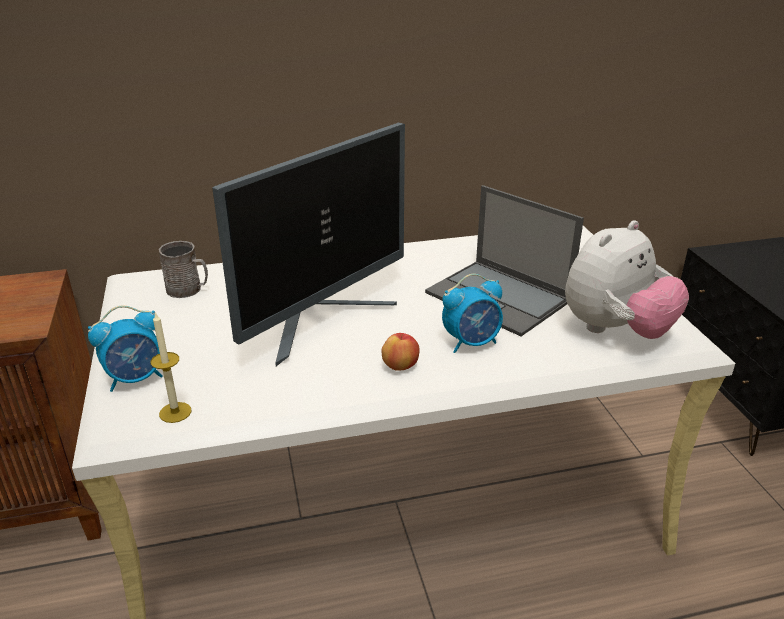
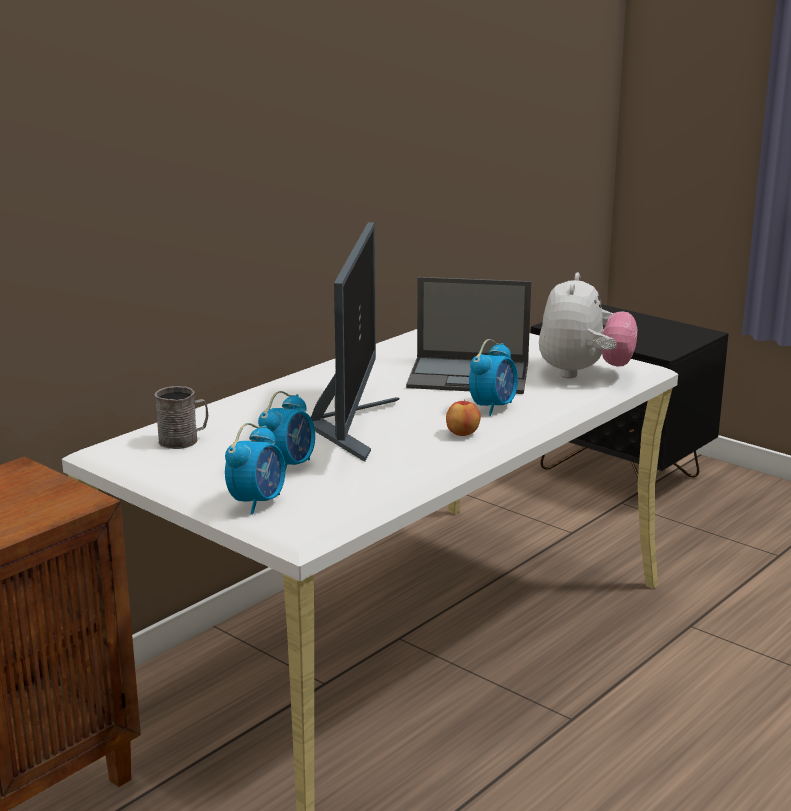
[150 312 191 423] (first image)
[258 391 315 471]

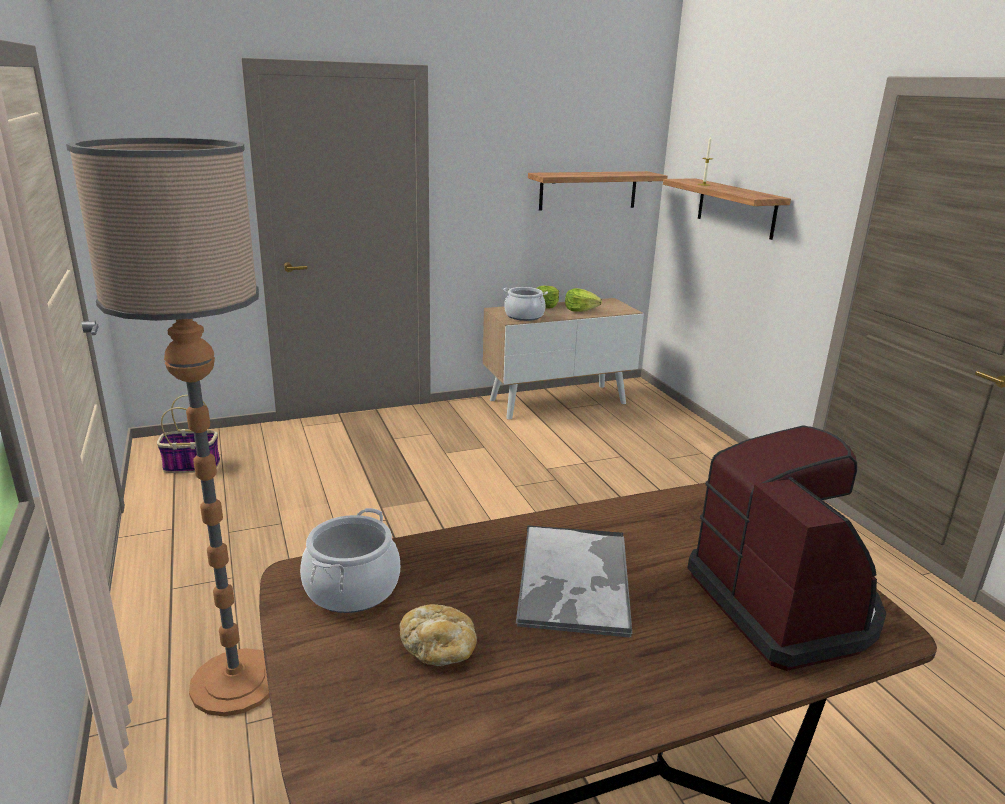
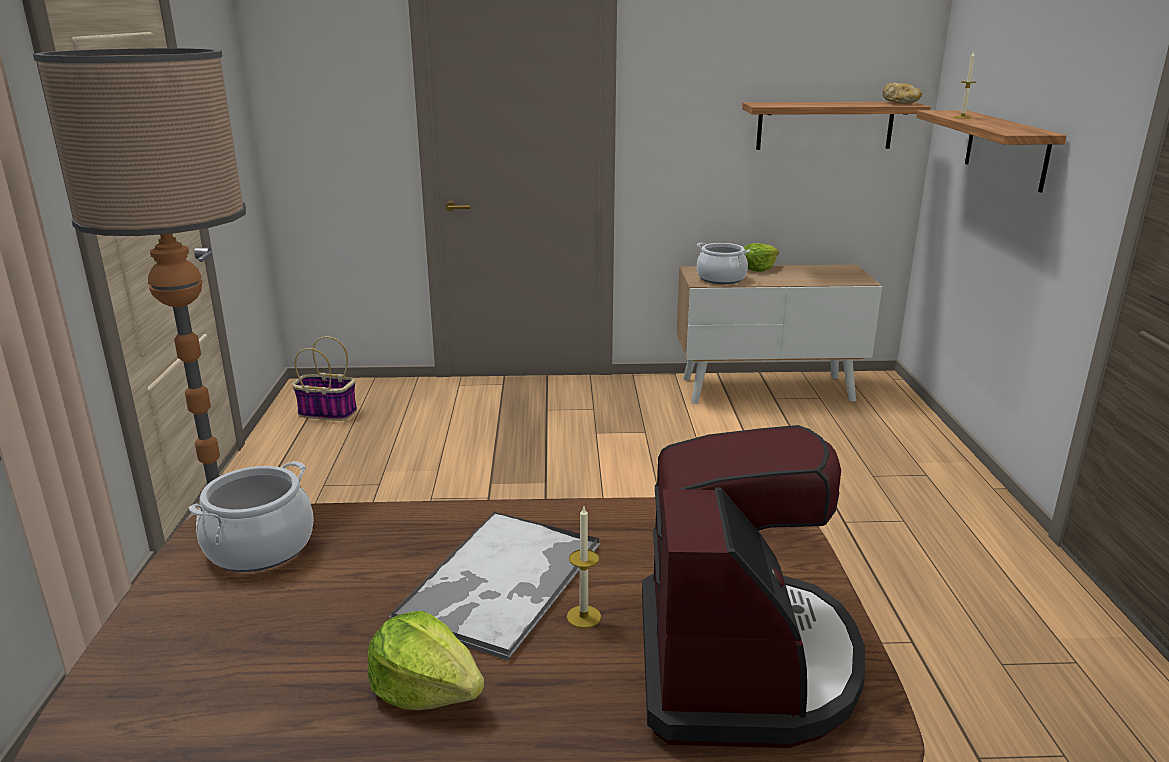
[567 507 601 628]
[883 83 922 104]
[367 611 484 710]

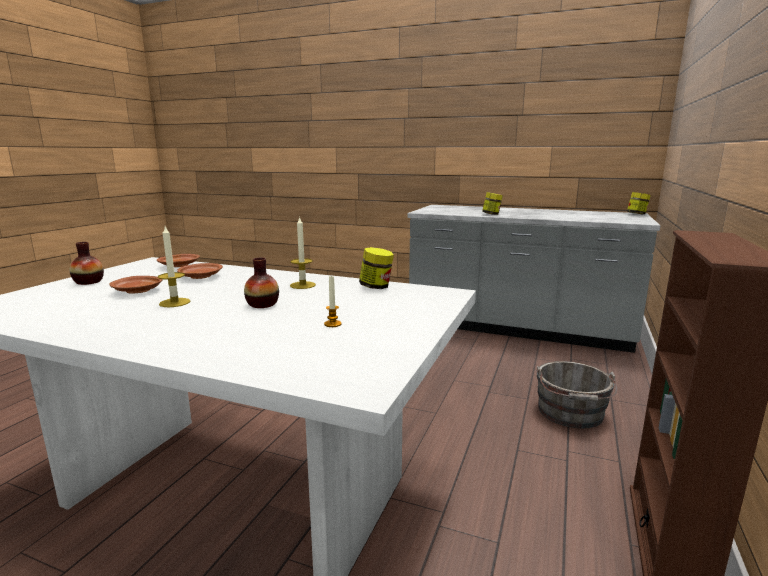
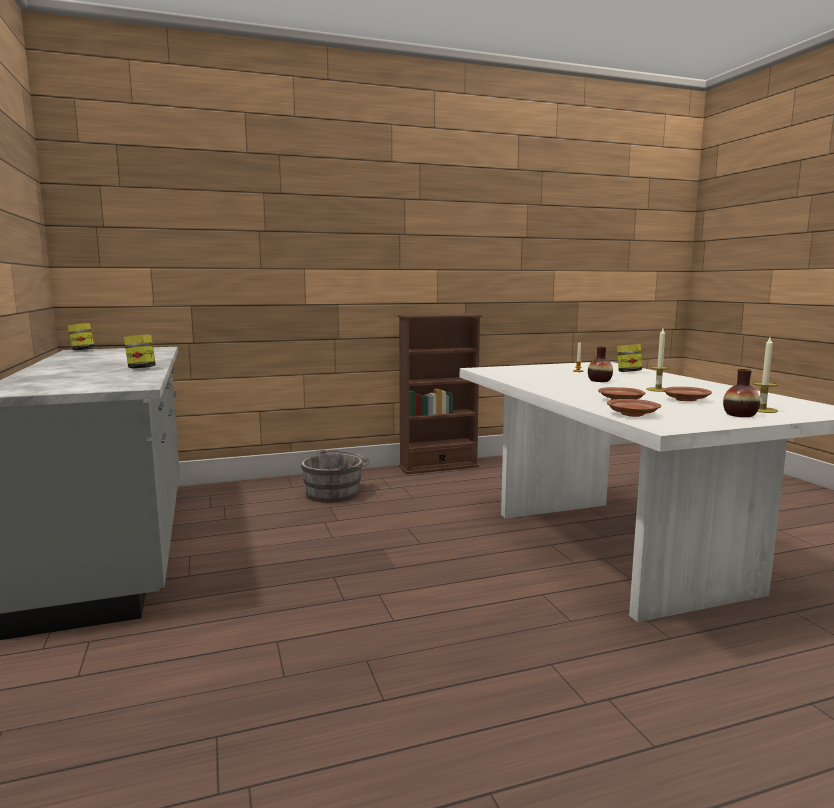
[752 337 779 413]
[617 344 642 372]

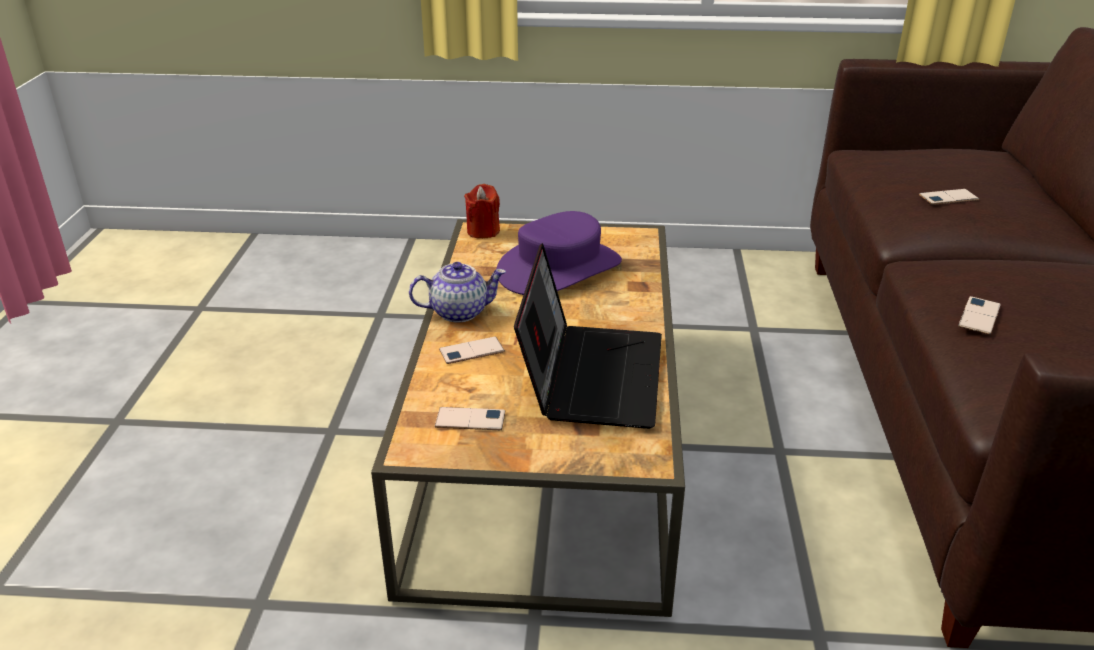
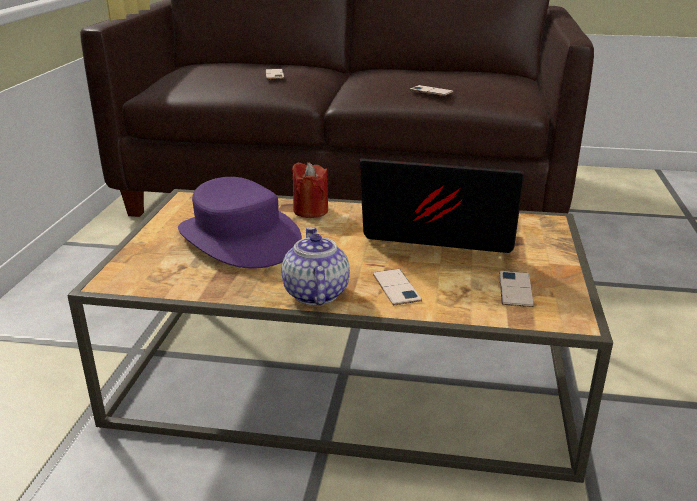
[292 162 328 218]

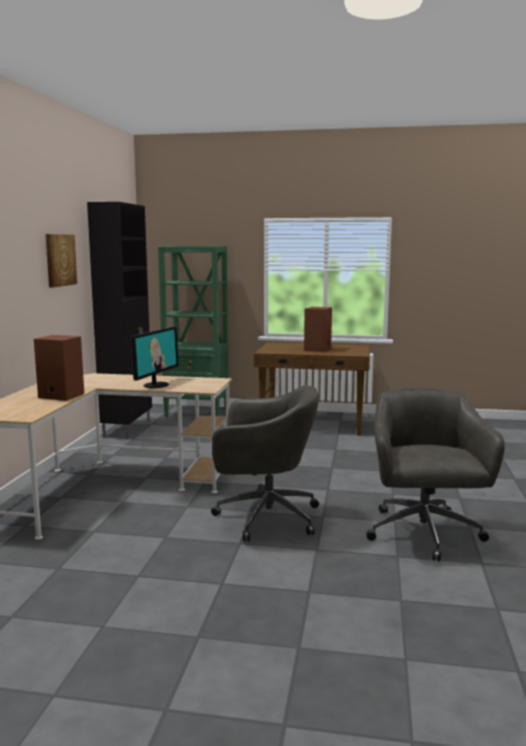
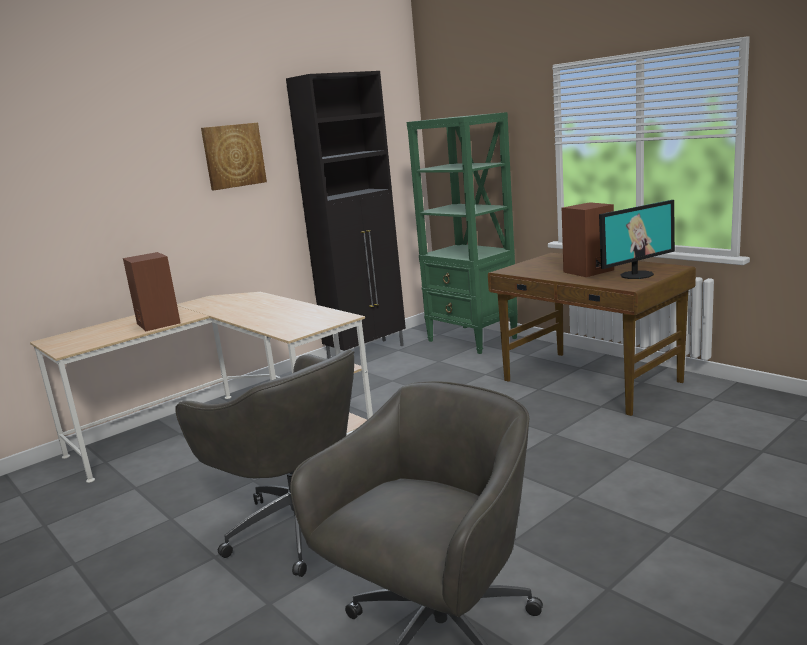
[599 200 675 279]

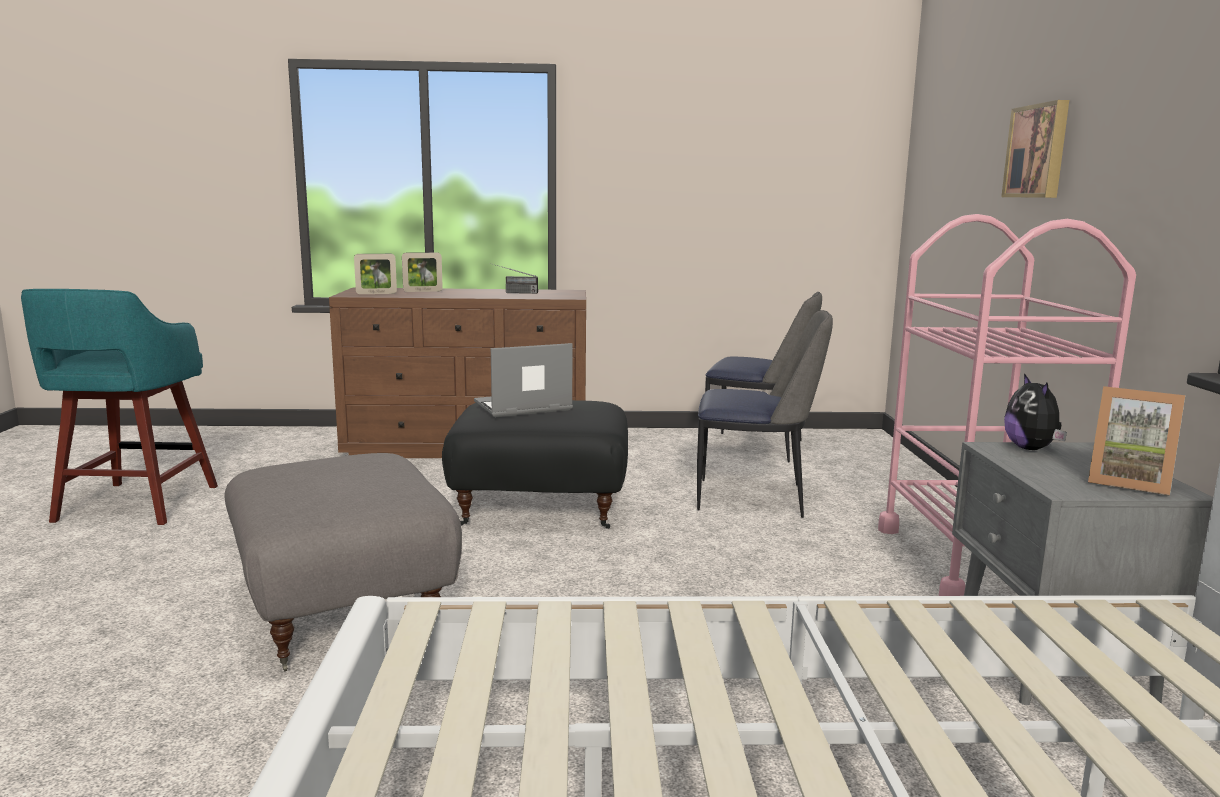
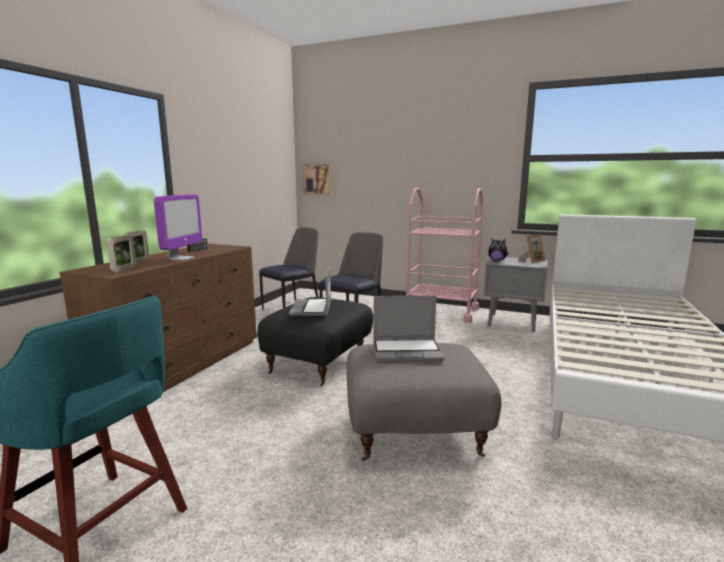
[154 194 202 260]
[373 295 445 362]
[303 164 331 195]

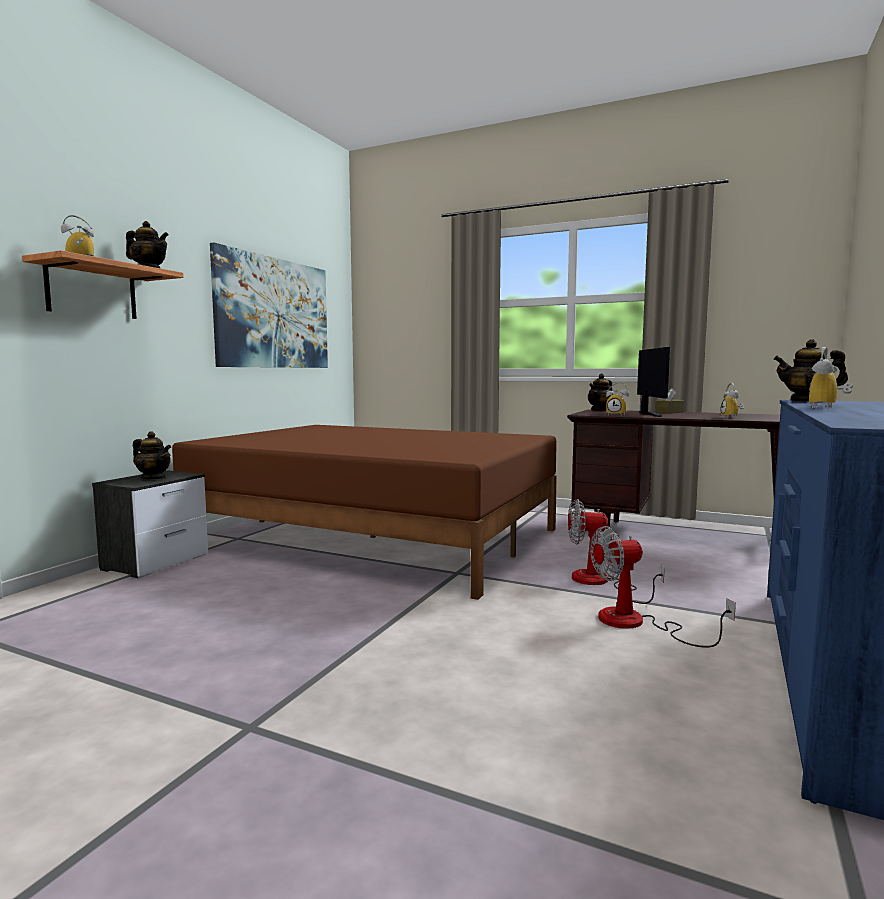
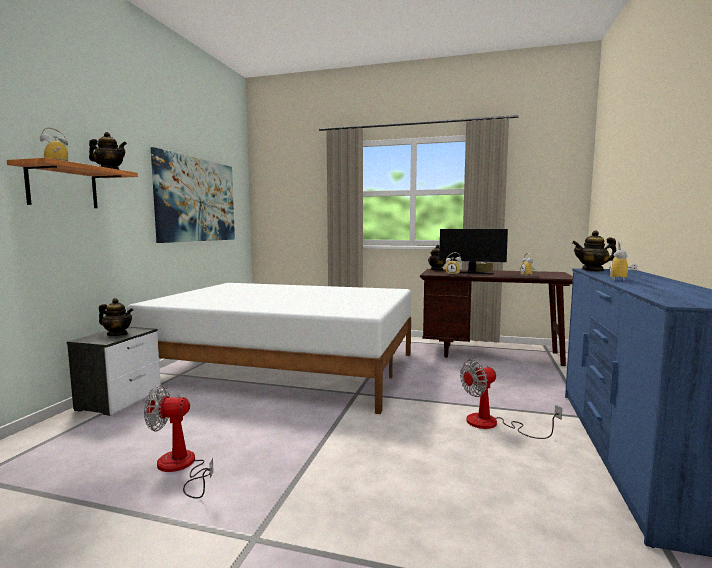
[144 385 214 499]
[127 283 411 414]
[439 229 508 275]

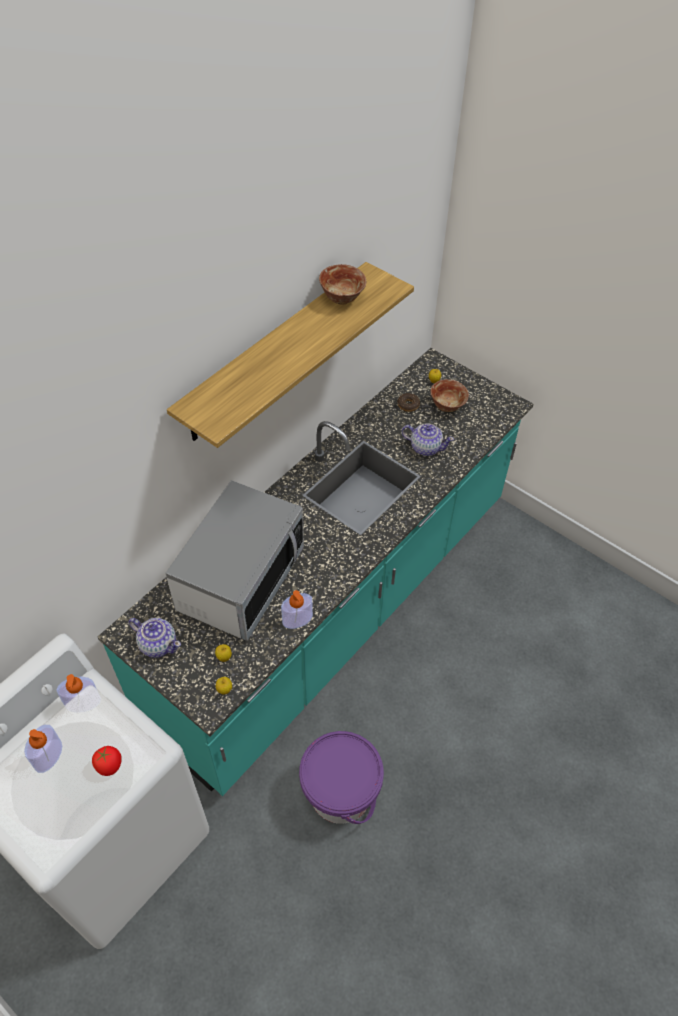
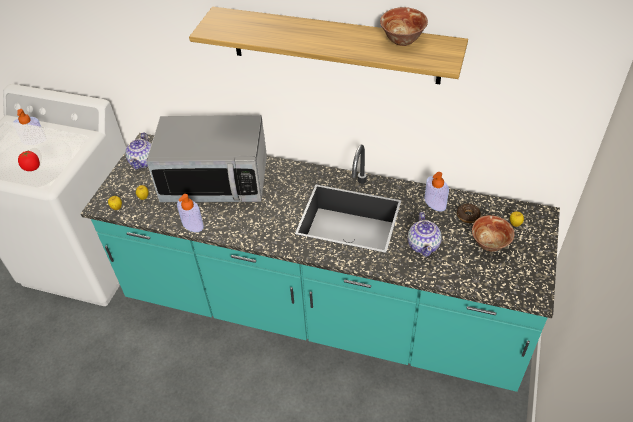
[299 731 384 824] (first image)
[424 172 449 212]

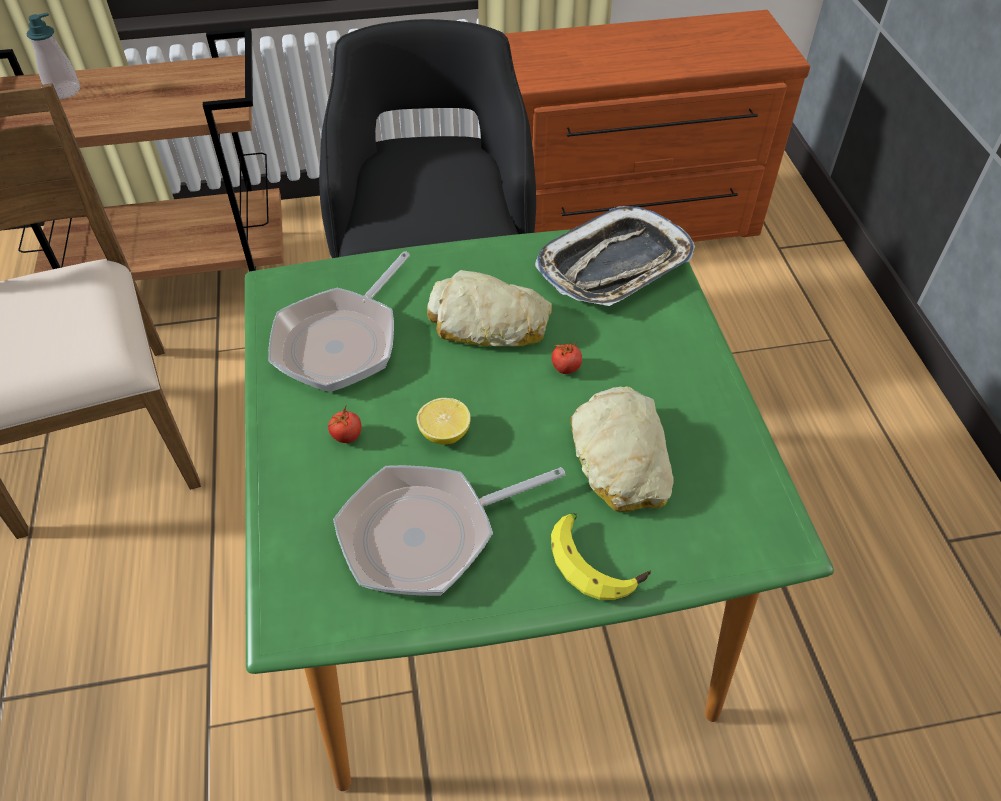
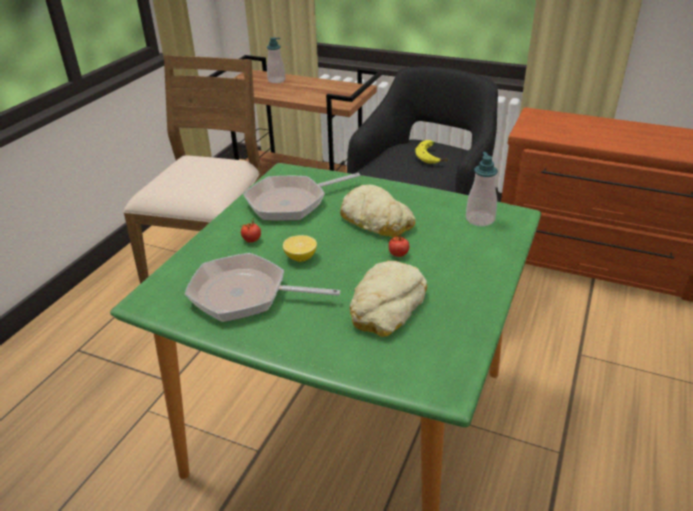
[415 140 449 164]
[466 152 498 226]

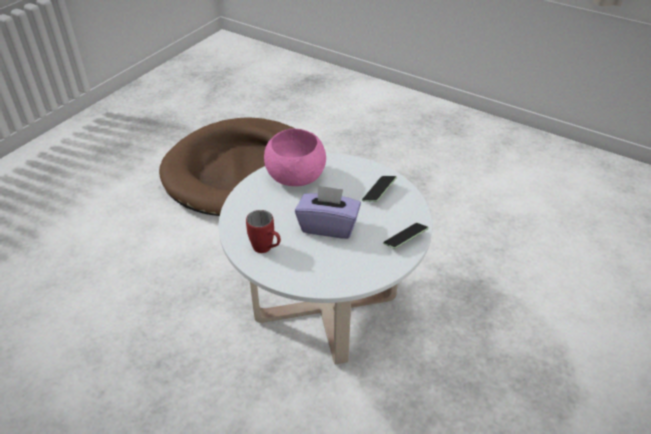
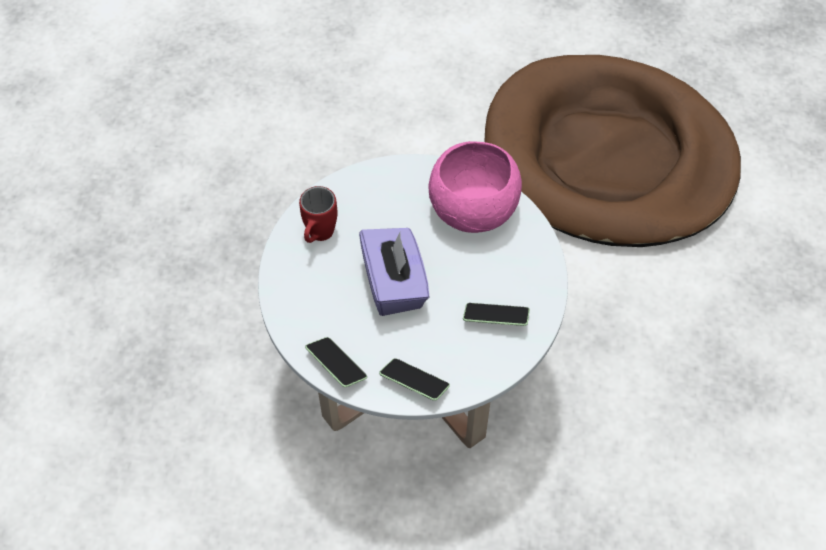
[305 337 367 387]

